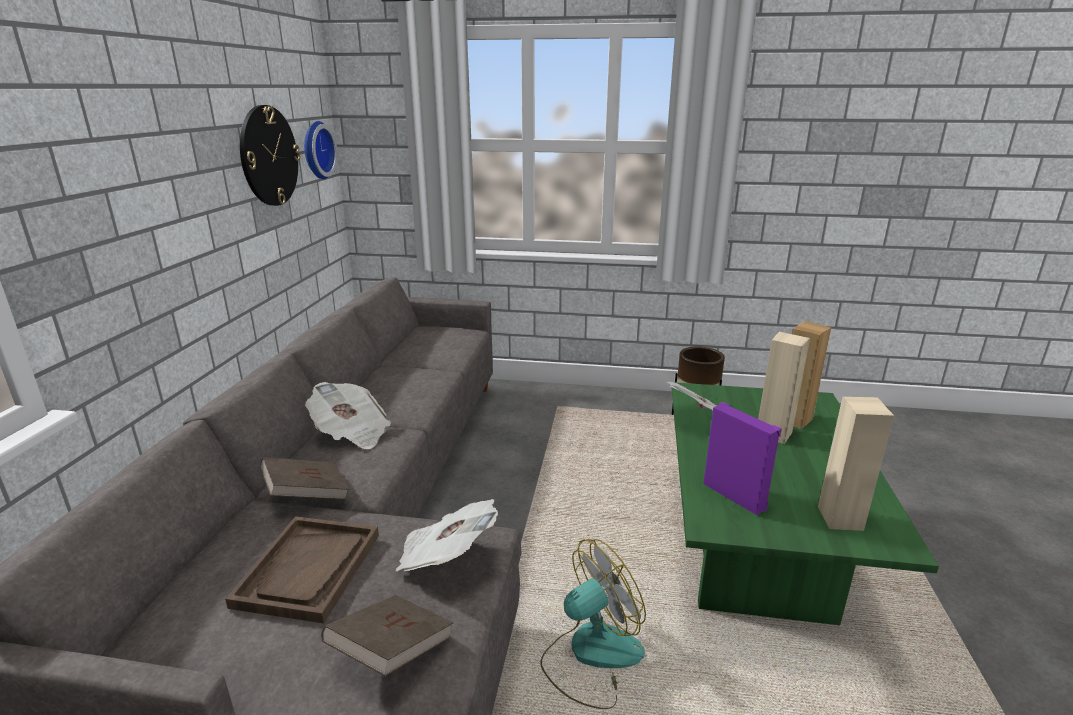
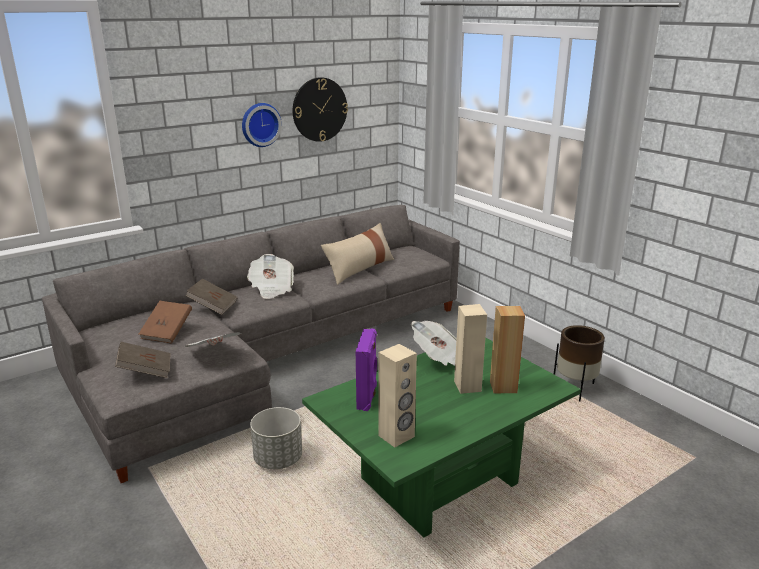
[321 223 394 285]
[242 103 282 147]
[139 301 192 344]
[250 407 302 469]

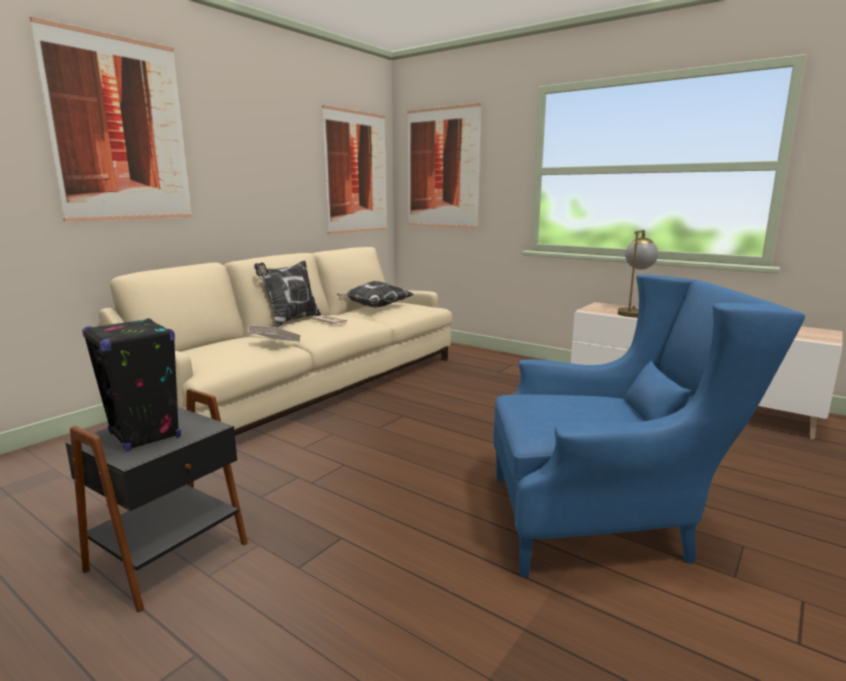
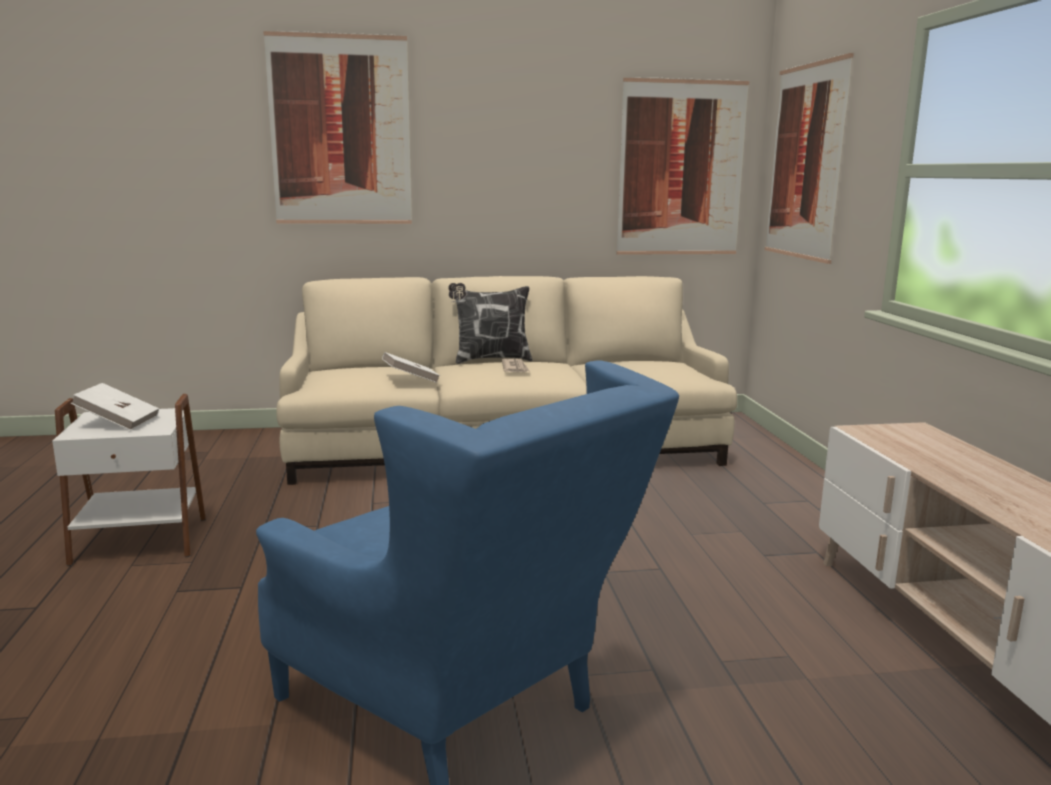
[337 281 413 308] (first image)
[618 230 658 317] (first image)
[71 383 159 431]
[52 394 206 566]

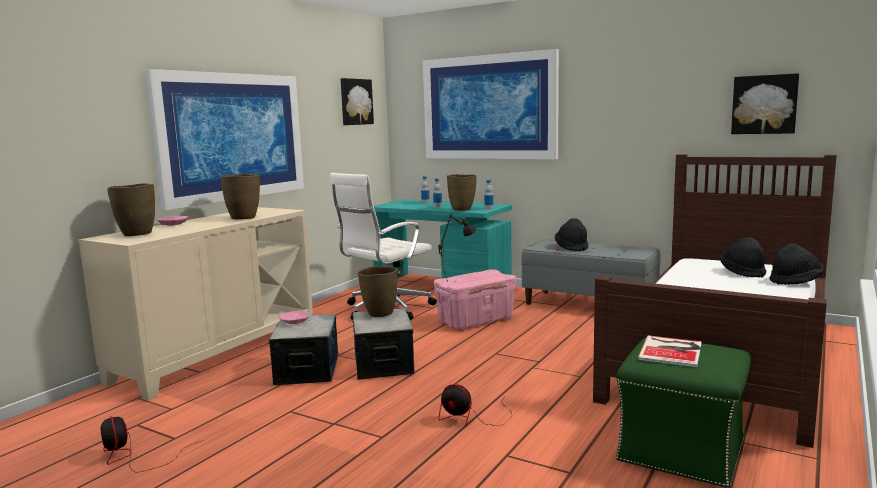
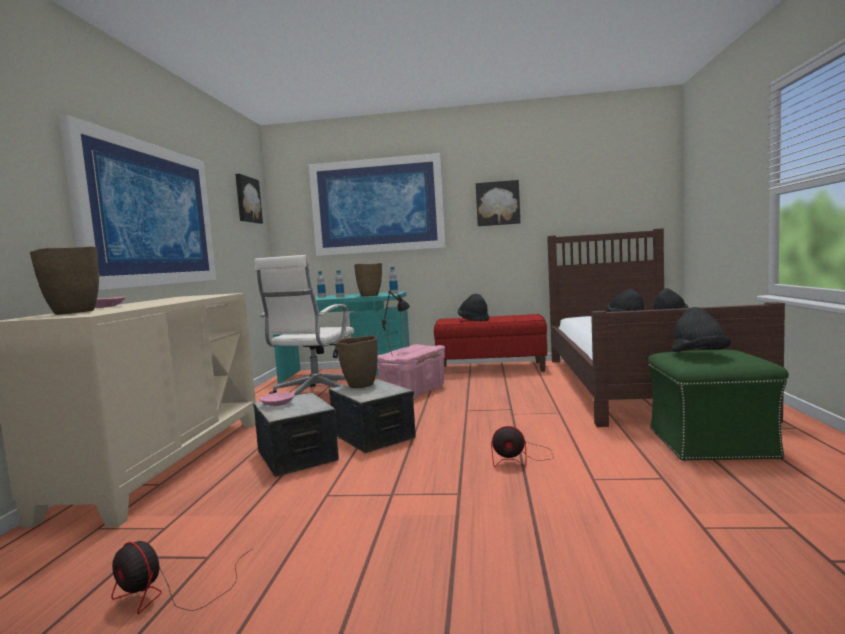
[220 174 260 219] (first image)
[476 180 520 226]
[672 307 731 352]
[434 314 547 372]

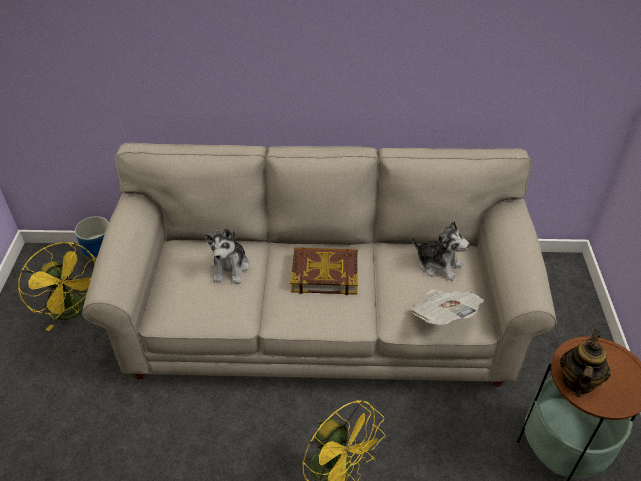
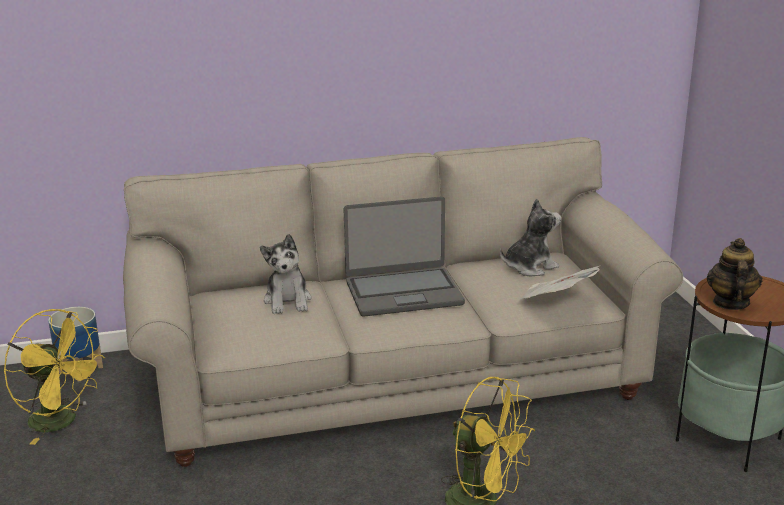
[344 196 465 316]
[500 198 561 276]

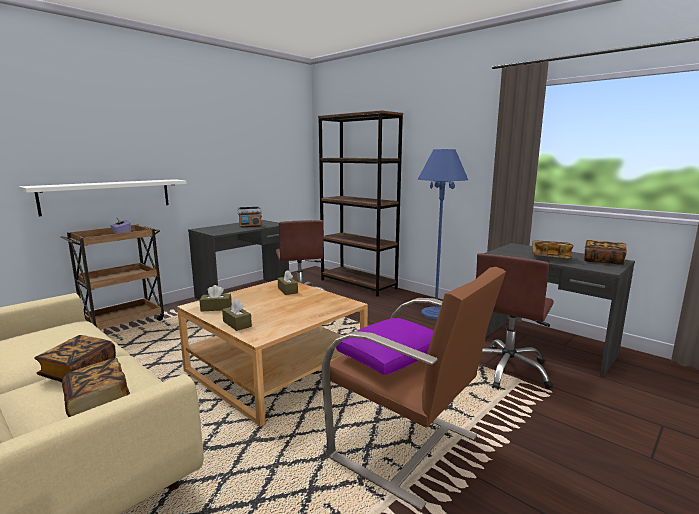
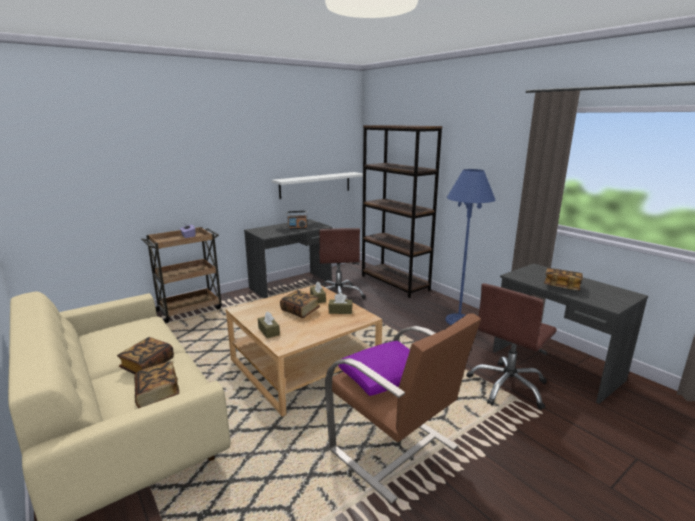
[272 172 363 199]
[328 293 352 314]
[280 290 320 318]

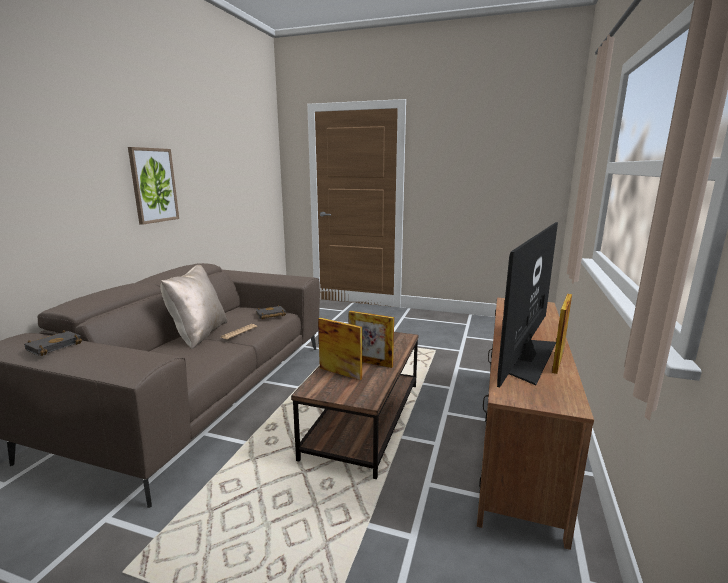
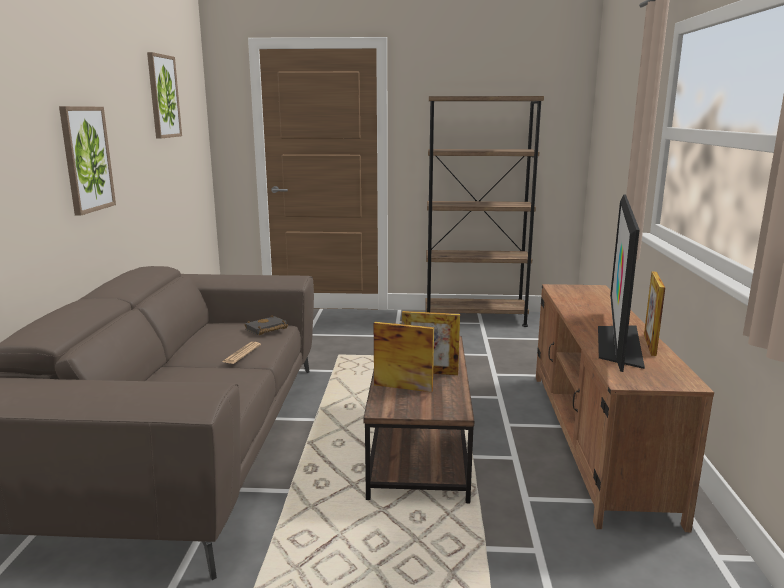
[24 330 82 356] (first image)
[160 265 227 349] (first image)
[147 52 182 139]
[425 96 544 327]

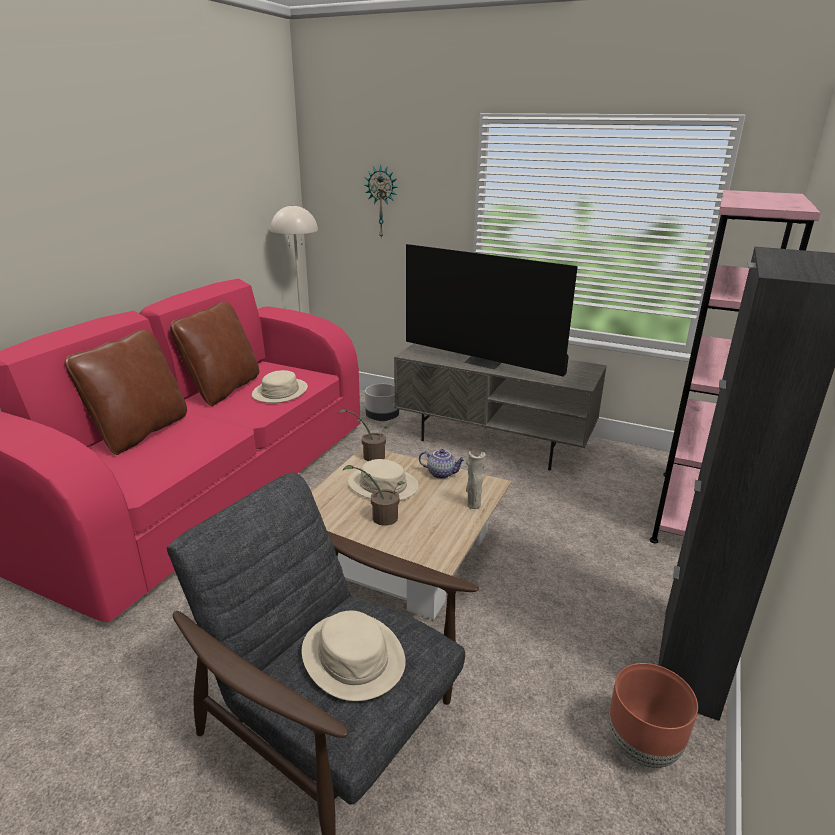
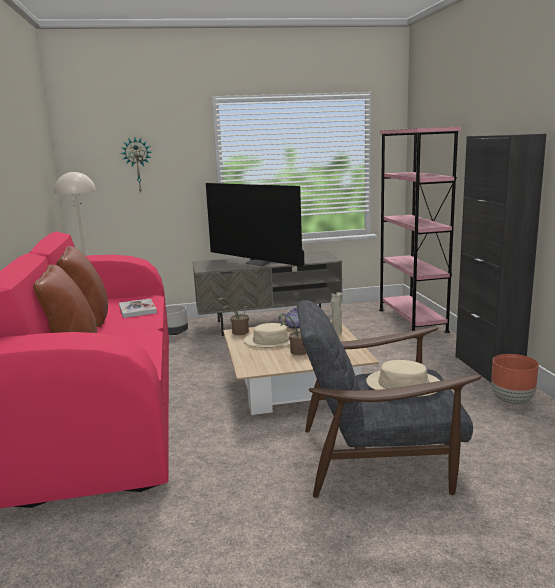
[119 298 157 318]
[206 183 304 267]

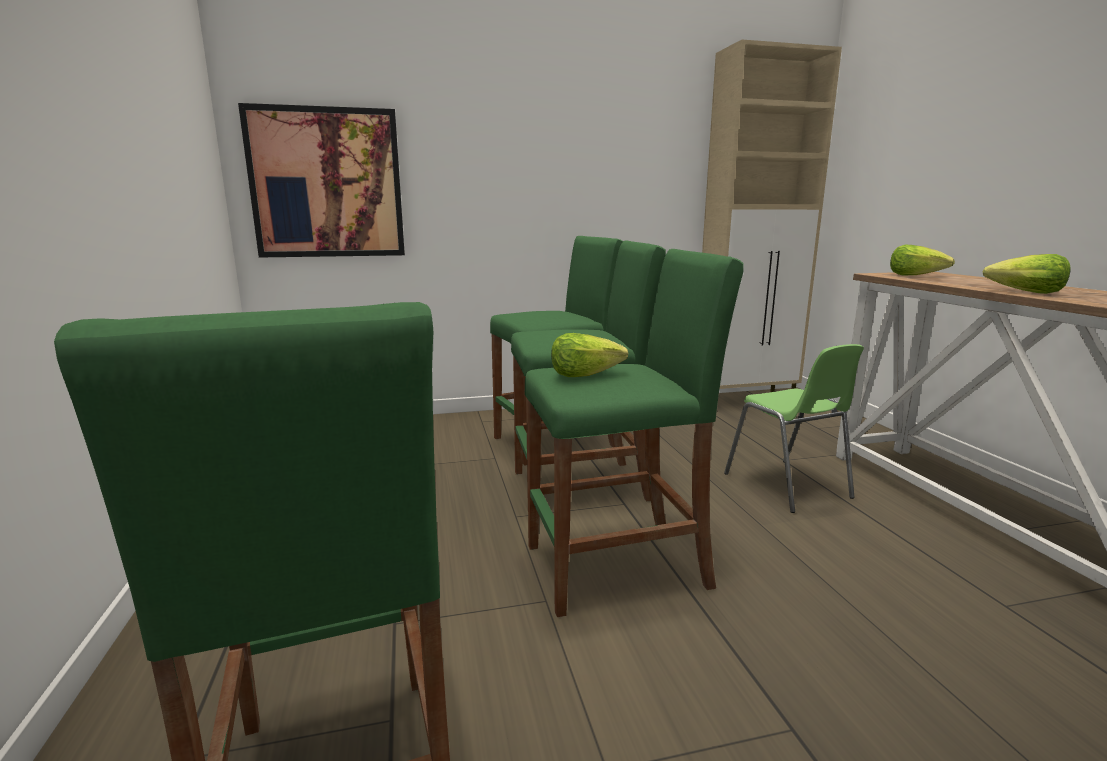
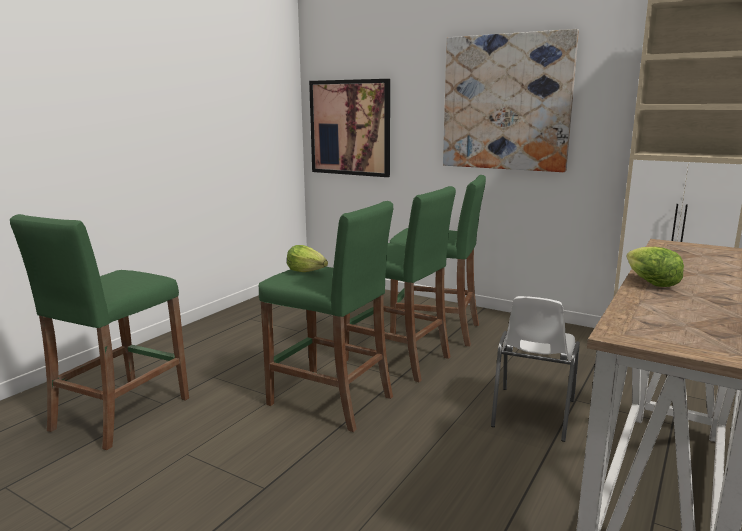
[890 245 955 276] (first image)
[443 29 579 172]
[491 296 580 442]

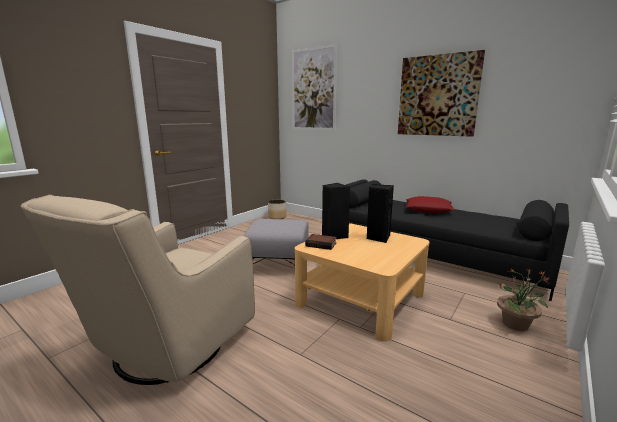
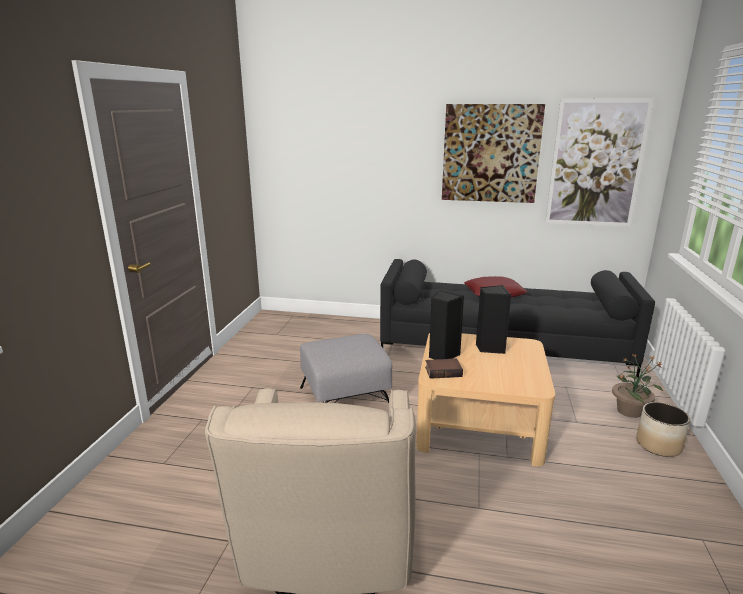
[636 402 690 457]
[545 99 654 227]

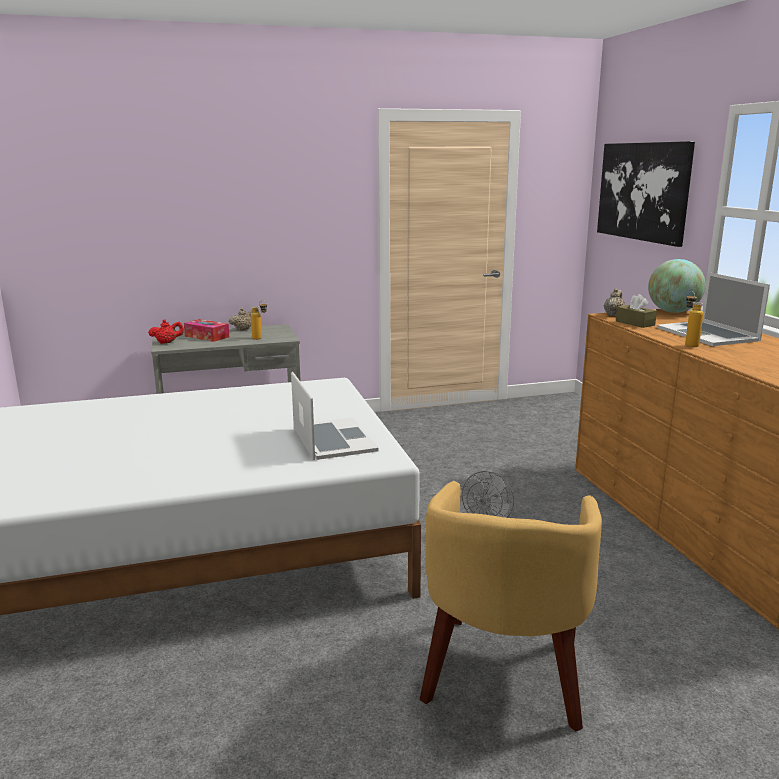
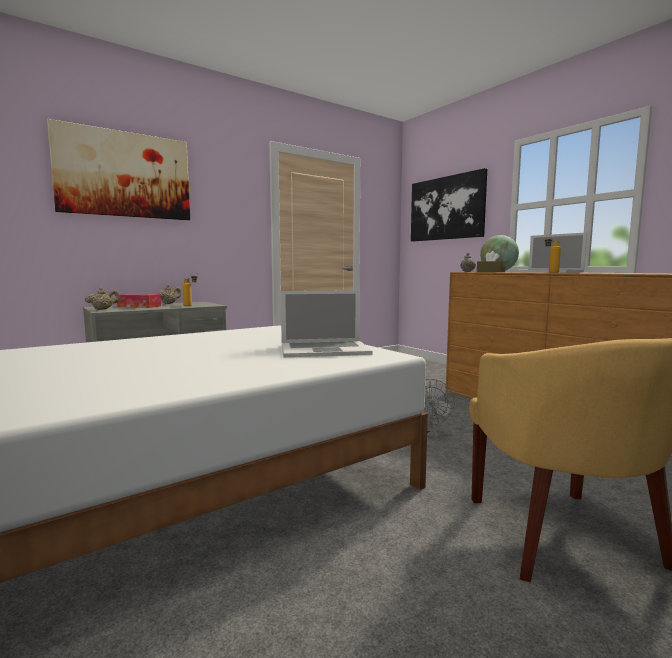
[47 119 190 220]
[85 287 120 310]
[281 290 373 357]

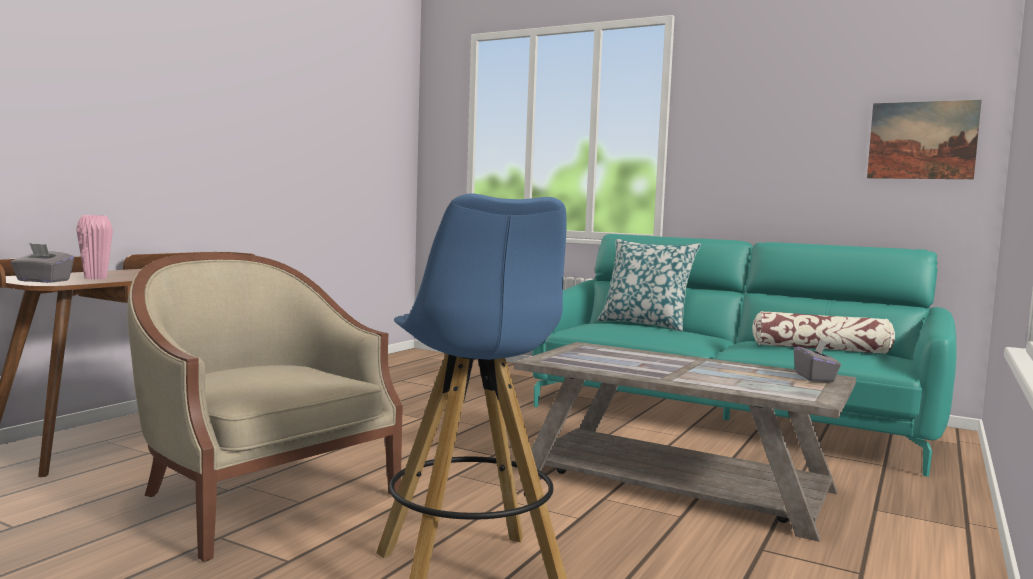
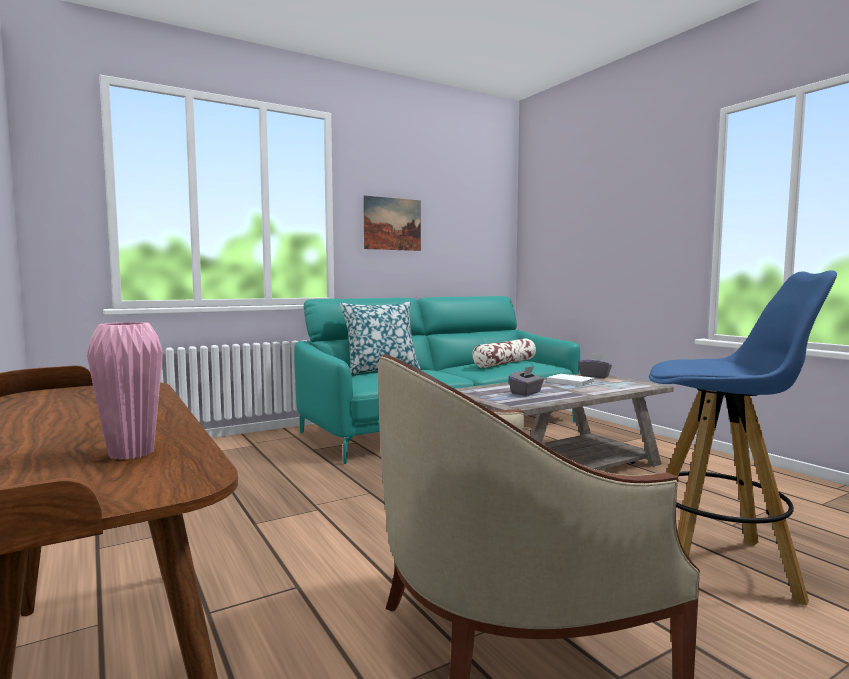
[547 374 595 387]
[509 366 544 396]
[363 195 421 251]

